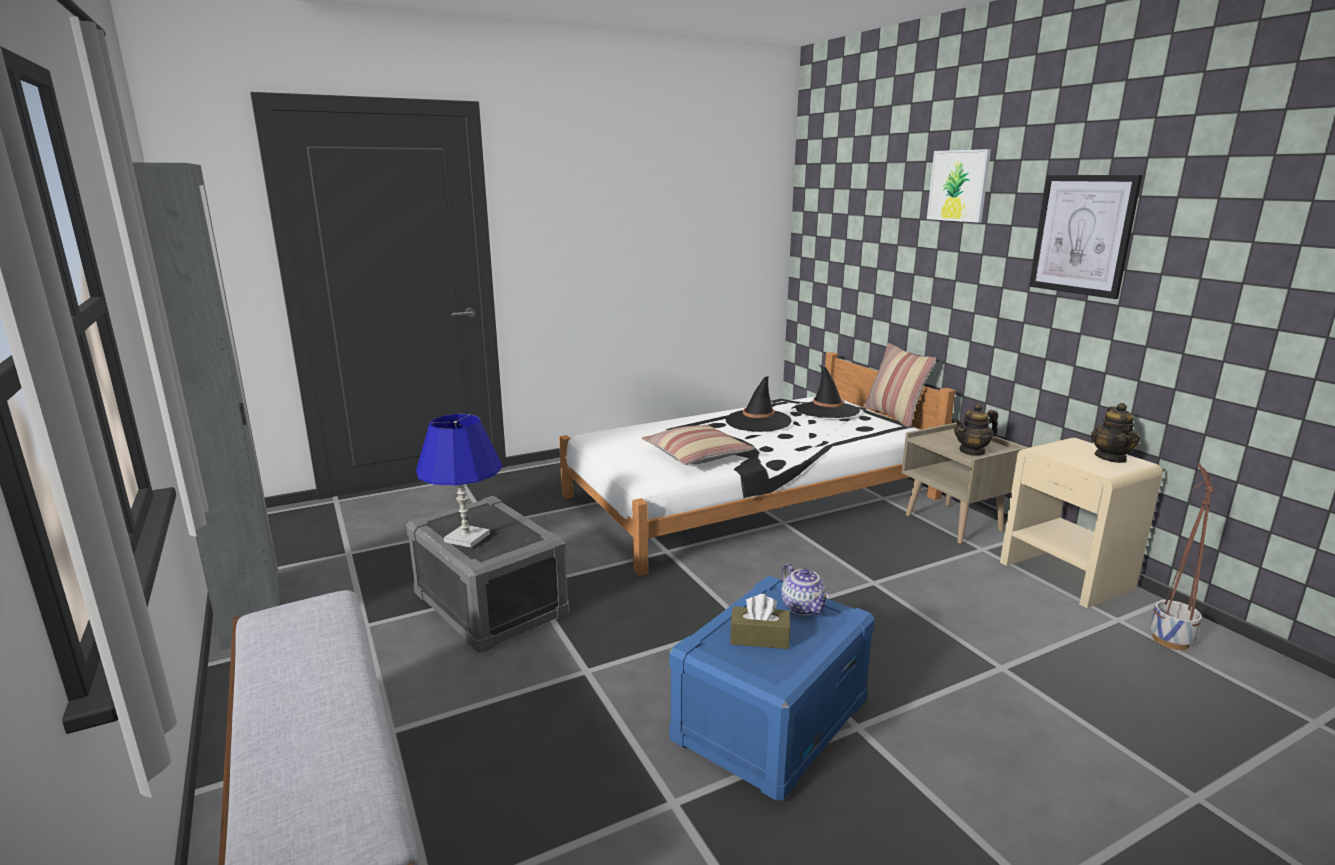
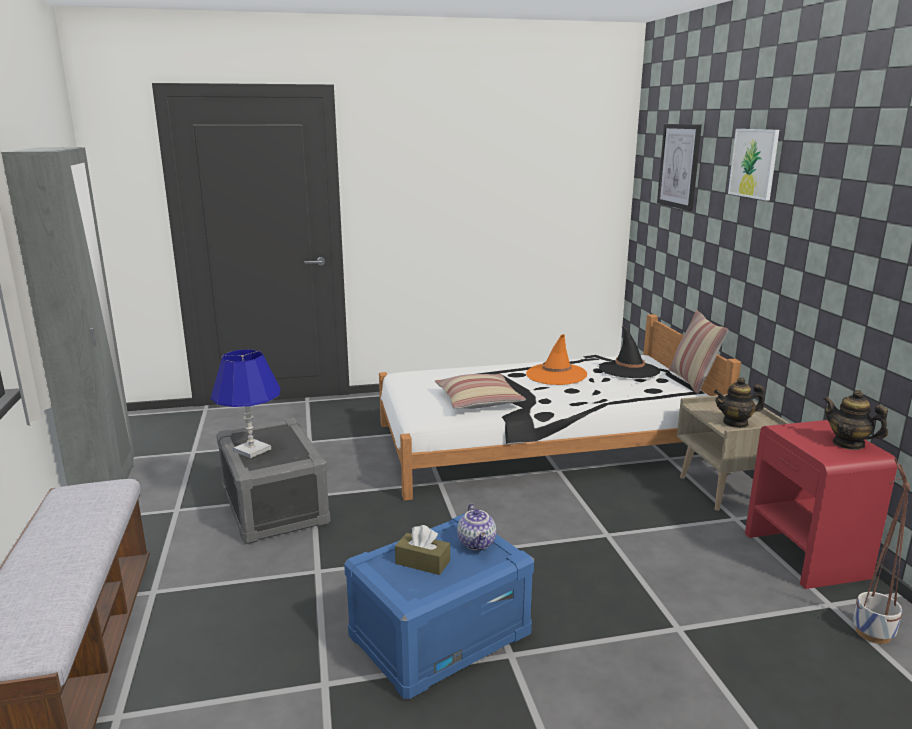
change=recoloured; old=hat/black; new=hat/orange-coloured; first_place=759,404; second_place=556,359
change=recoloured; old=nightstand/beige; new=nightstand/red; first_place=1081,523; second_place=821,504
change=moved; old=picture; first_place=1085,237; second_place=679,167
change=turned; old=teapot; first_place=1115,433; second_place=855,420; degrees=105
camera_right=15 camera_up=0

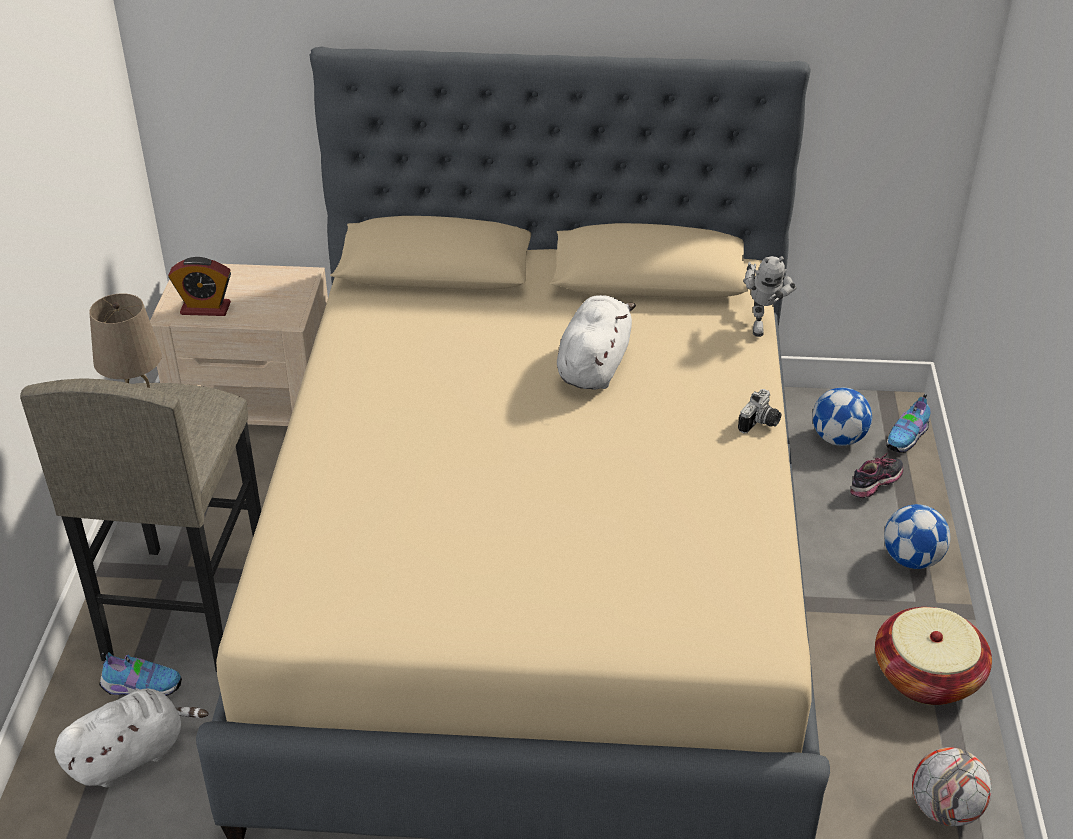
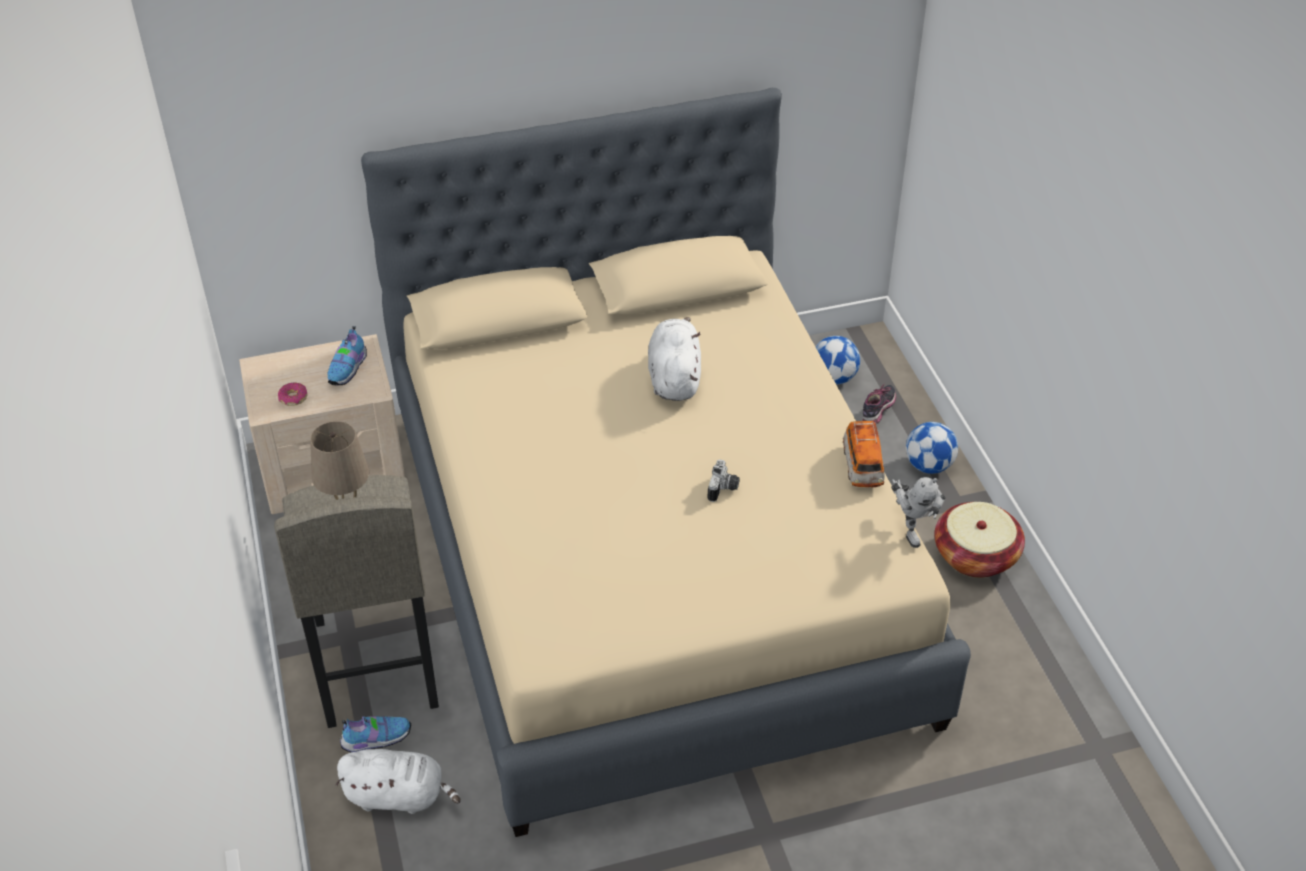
change=turned; old=cuddly toy/white-coloured; first_place=131,737; second_place=398,781; degrees=60
change=replaced; old=alarm clock; new=donut; first_place=199,286; second_place=293,394
change=moved; old=still camera; first_place=759,411; second_place=724,480
change=moved; old=robot figure; first_place=769,296; second_place=918,512
change=moved; old=shoe; first_place=908,423; second_place=347,355
change=removed; old=football ball; first_place=952,786
change=added; new=model car; second_place=865,454
camera_right=-20 camera_up=5

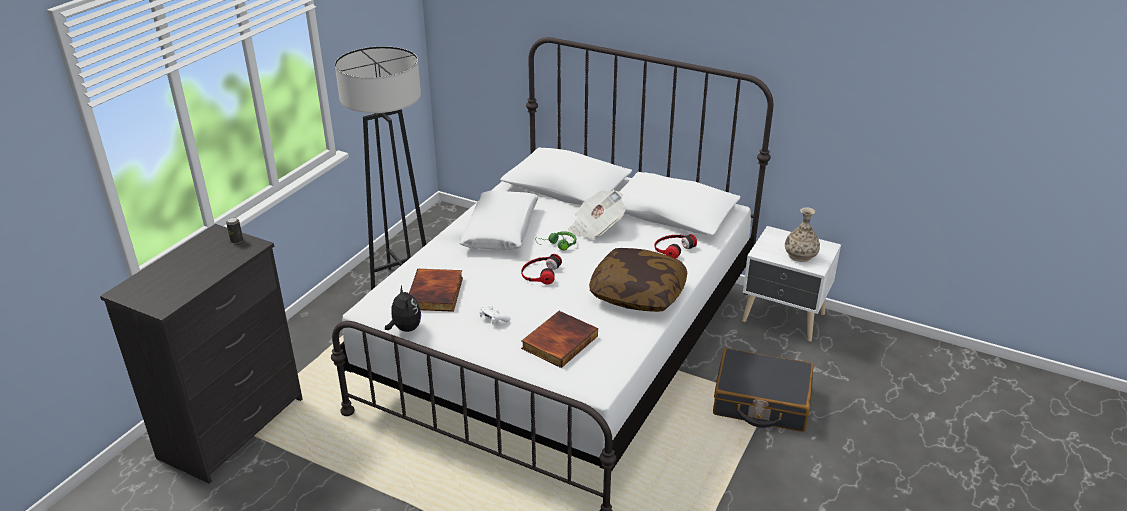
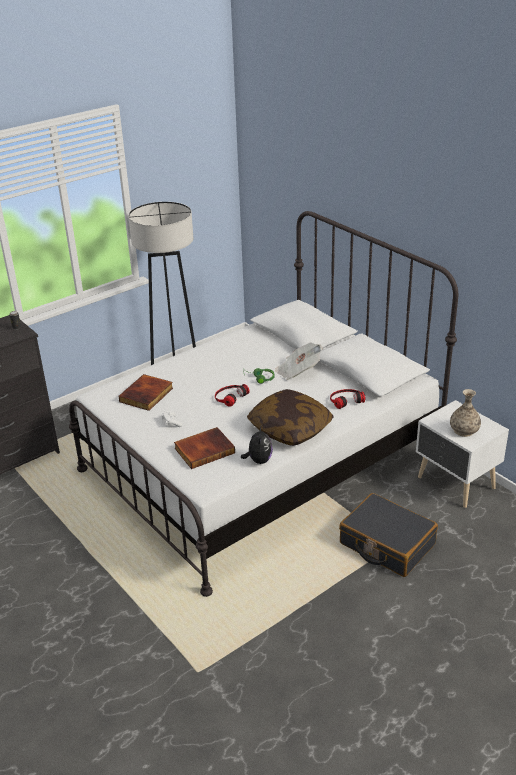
change=moved; old=cuddly toy; first_place=403,308; second_place=257,445
change=removed; old=throw pillow/white-coloured; first_place=499,220
camera_right=25 camera_up=0

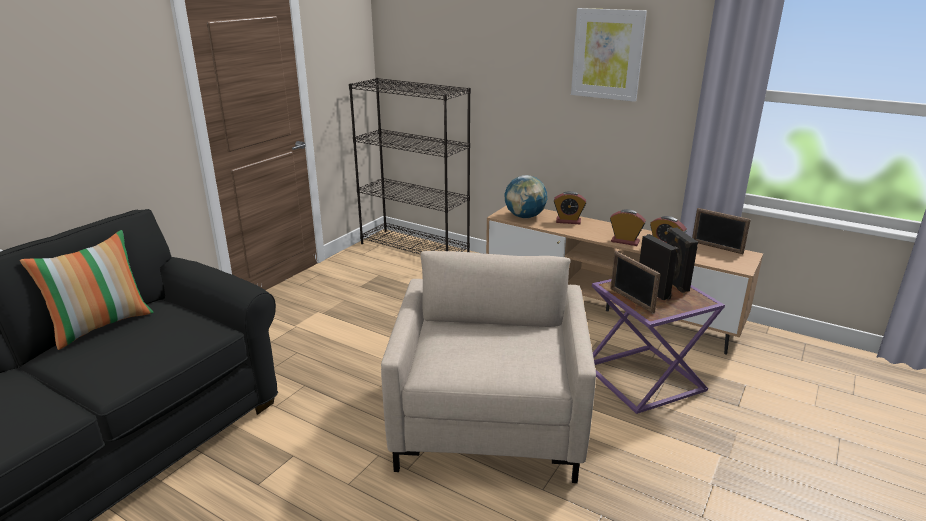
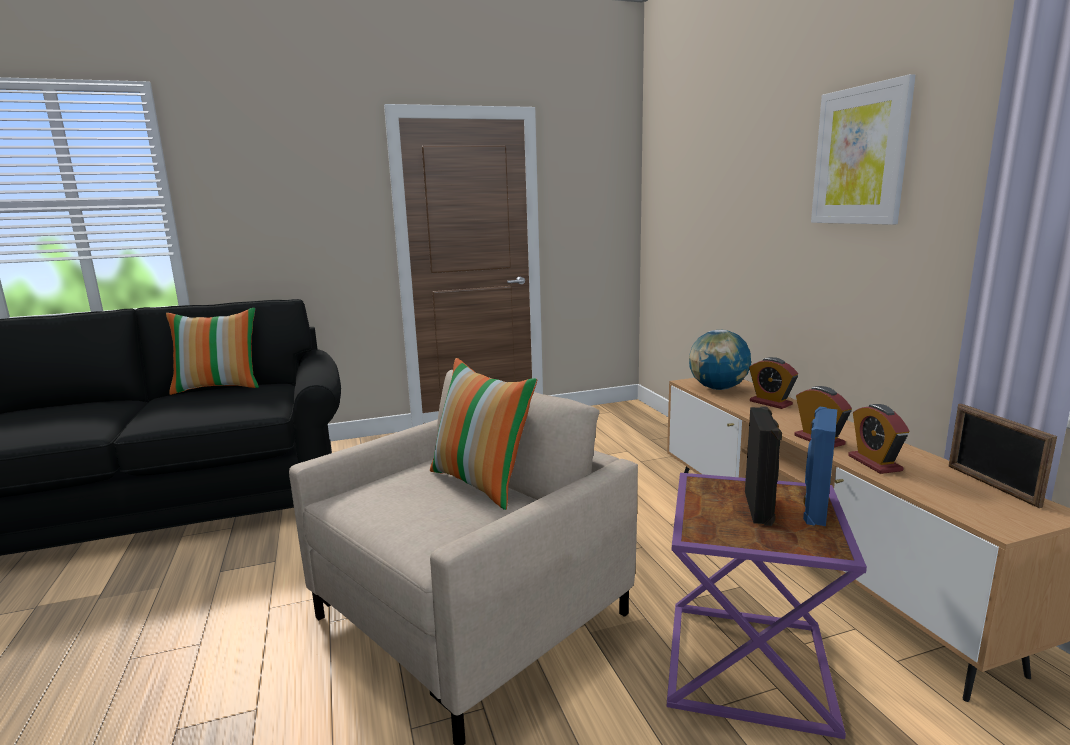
change=removed; old=bookshelf/black; first_place=410,166
change=removed; old=picture frame; first_place=635,282
change=recoloured; old=speaker/black; new=speaker/blue-coloured; first_place=682,260; second_place=820,466
change=added; new=throw pillow; second_place=483,434
camera_right=40 camera_up=-10

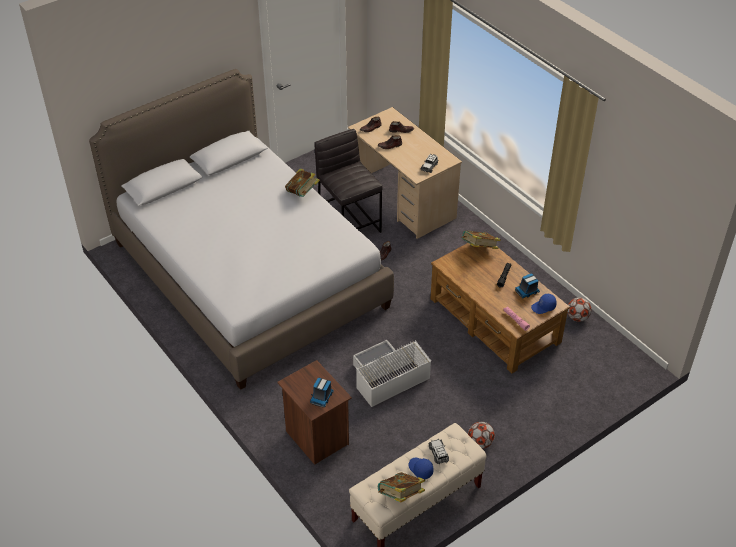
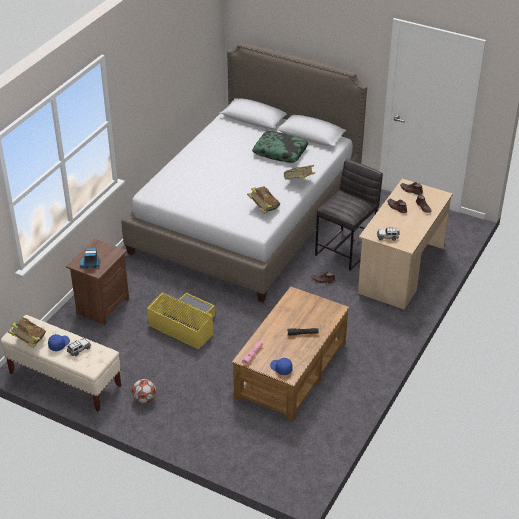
change=recoloured; old=storage box/white-coloured; new=storage box/yellow; first_place=392,373; second_place=181,320
change=moved; old=bound book; first_place=481,239; second_place=263,200
change=removed; old=toy lorry; first_place=527,285
change=removed; old=football ball; first_place=579,310
change=added; new=throw pillow; second_place=280,147
camera_right=65 camera_up=-5

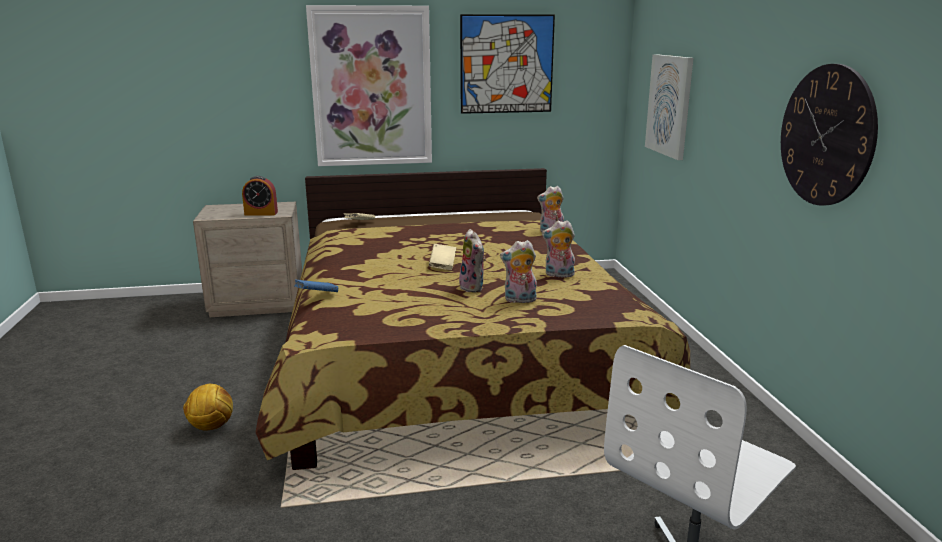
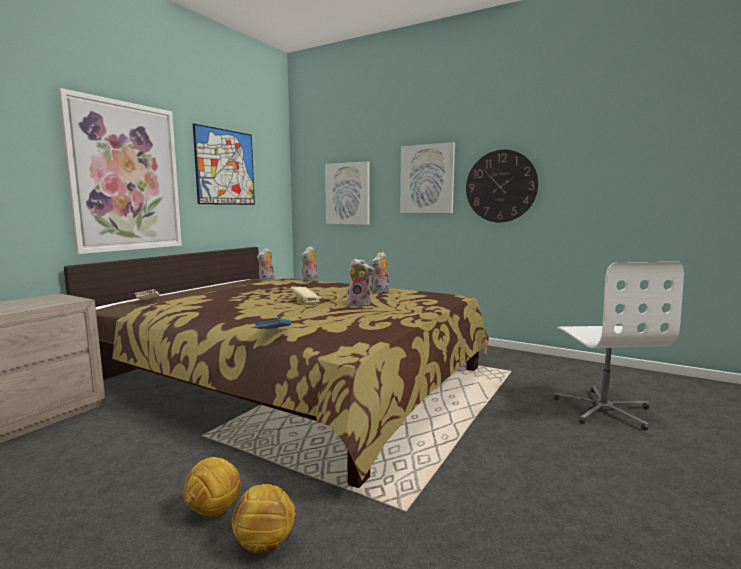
change=removed; old=alarm clock; first_place=260,196
change=moved; old=cuddly toy; first_place=518,271; second_place=266,265
change=added; new=football ball; second_place=264,518
change=added; new=picture; second_place=427,177
camera_right=-50 camera_up=-10

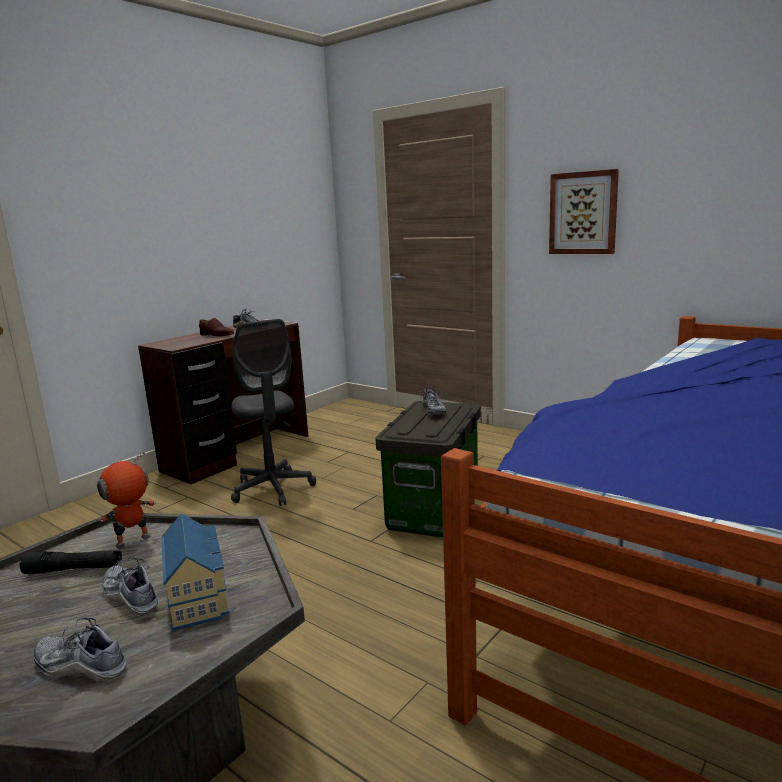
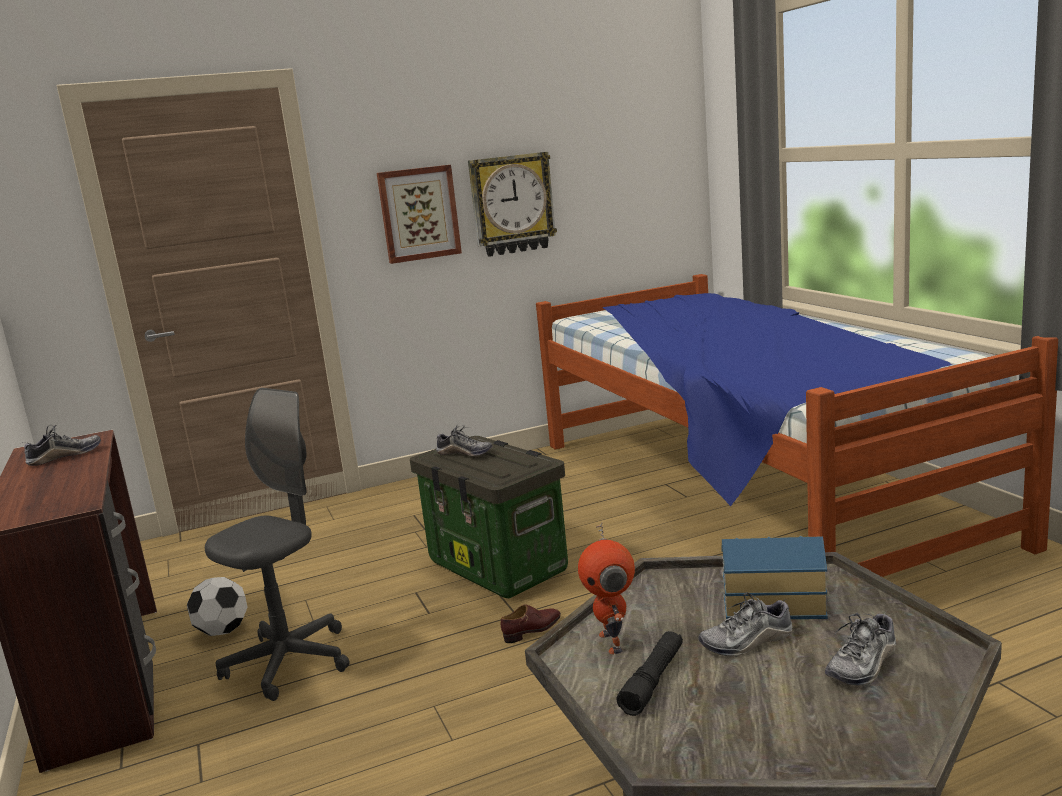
change=moved; old=shoe/brown; first_place=216,327; second_place=531,623
change=turned; old=desk chair/greyish; first_place=273,412; second_place=277,544; degrees=-60
change=added; new=football ball; second_place=217,606
change=added; new=hanging clock; second_place=512,204
camera_right=-60 camera_up=0

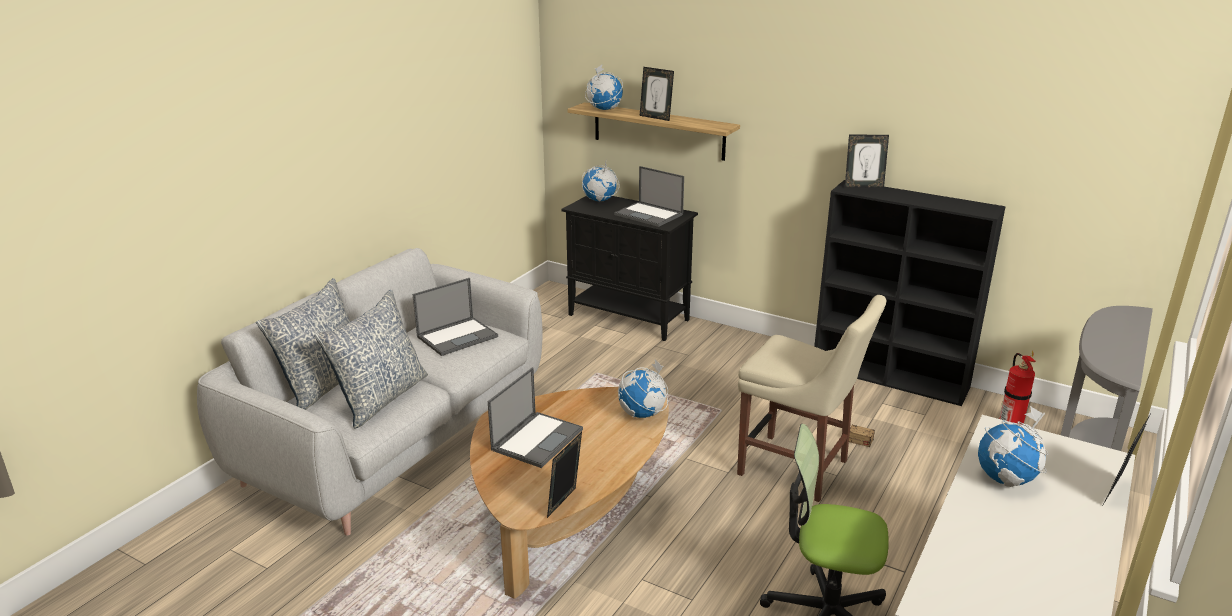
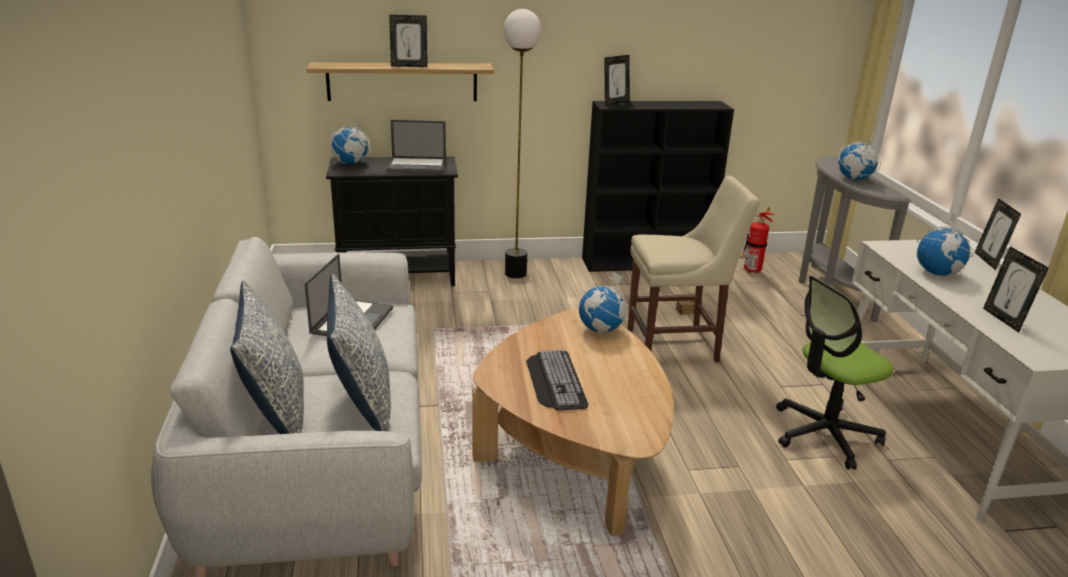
change=replaced; old=notebook computer; new=PC keyboard; first_place=535,417; second_place=557,380
change=moved; old=picture frame; first_place=564,475; second_place=1016,289
change=moved; old=globe; first_place=604,87; second_place=859,158
change=added; new=standard lamp; second_place=522,143
camera_right=-40 camera_up=0

